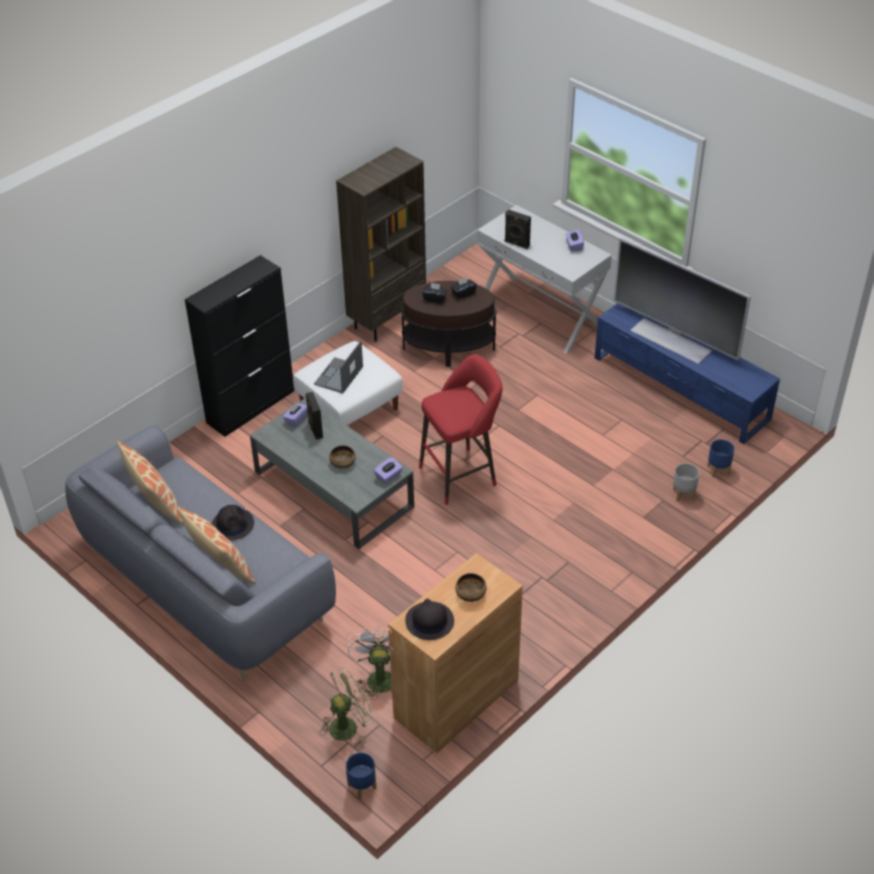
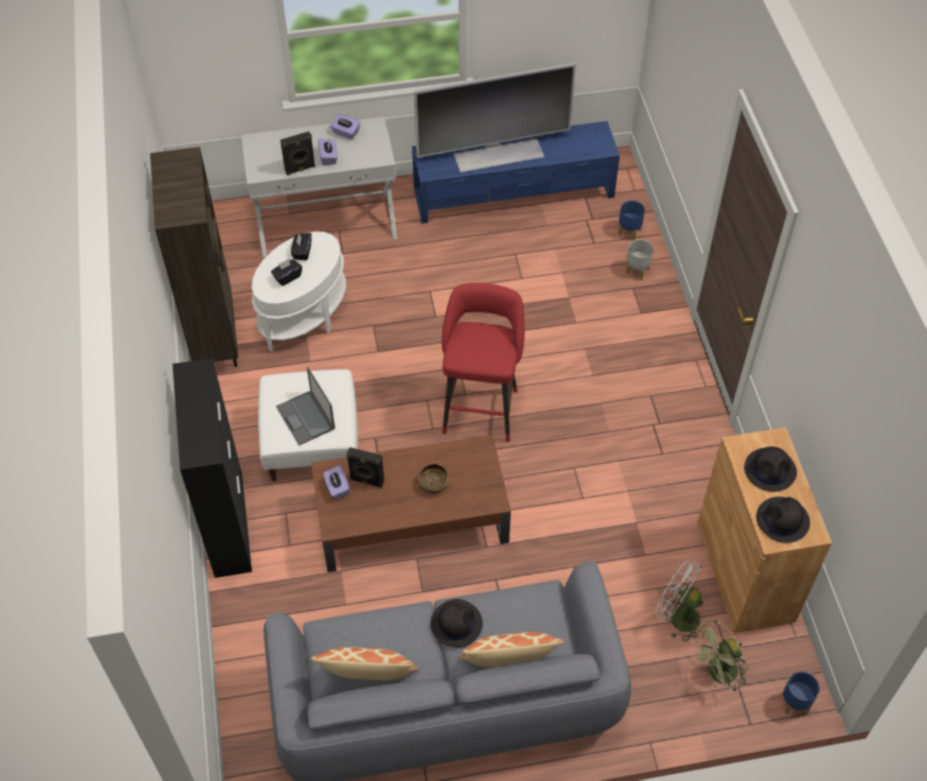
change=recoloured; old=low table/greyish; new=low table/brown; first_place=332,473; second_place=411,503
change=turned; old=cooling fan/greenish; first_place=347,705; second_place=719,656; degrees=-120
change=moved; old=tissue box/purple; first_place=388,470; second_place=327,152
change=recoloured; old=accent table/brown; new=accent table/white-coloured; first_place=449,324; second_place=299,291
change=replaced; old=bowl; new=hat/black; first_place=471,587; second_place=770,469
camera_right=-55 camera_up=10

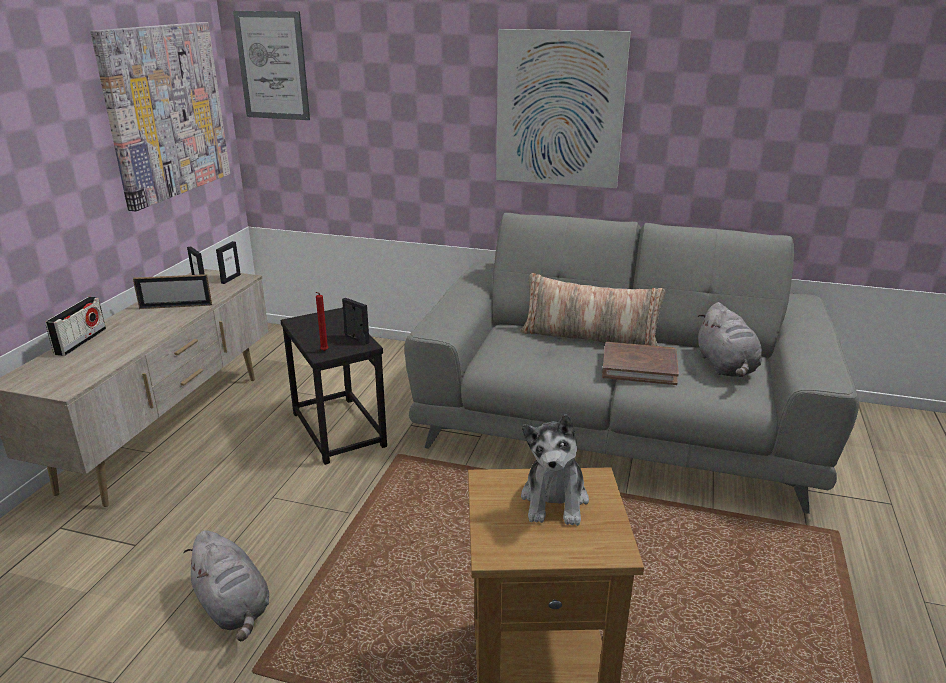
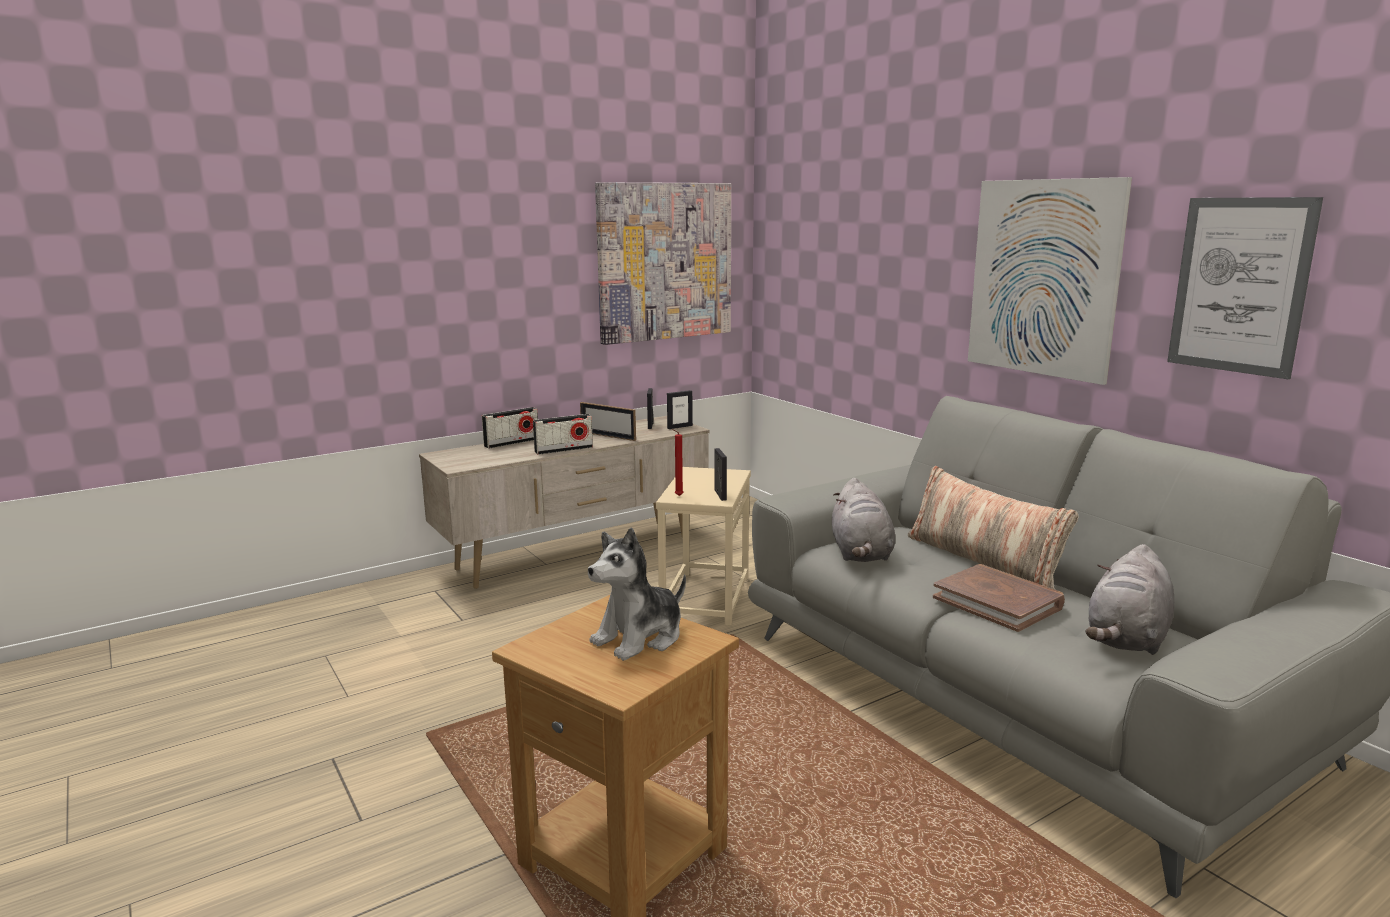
change=moved; old=cuddly toy/greyish; first_place=226,586; second_place=863,520
change=moved; old=picture; first_place=271,65; second_place=1245,288
change=recoloured; old=accent table/black; new=accent table/beige; first_place=334,386; second_place=703,546
change=added; new=radio set; second_place=563,434
camera_right=40 camera_up=-10

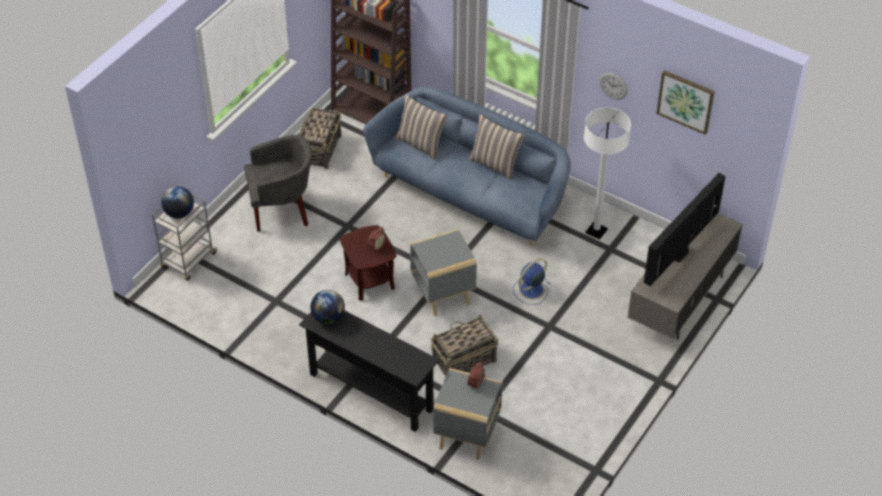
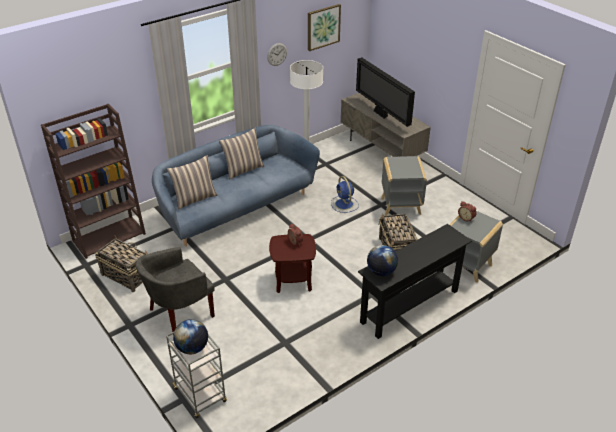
change=turned; old=armchair/greyish; first_place=278,183; second_place=175,289; degrees=-135
change=moved; old=accent table/greyish; first_place=443,272; second_place=404,186
camera_right=-70 camera_up=-10

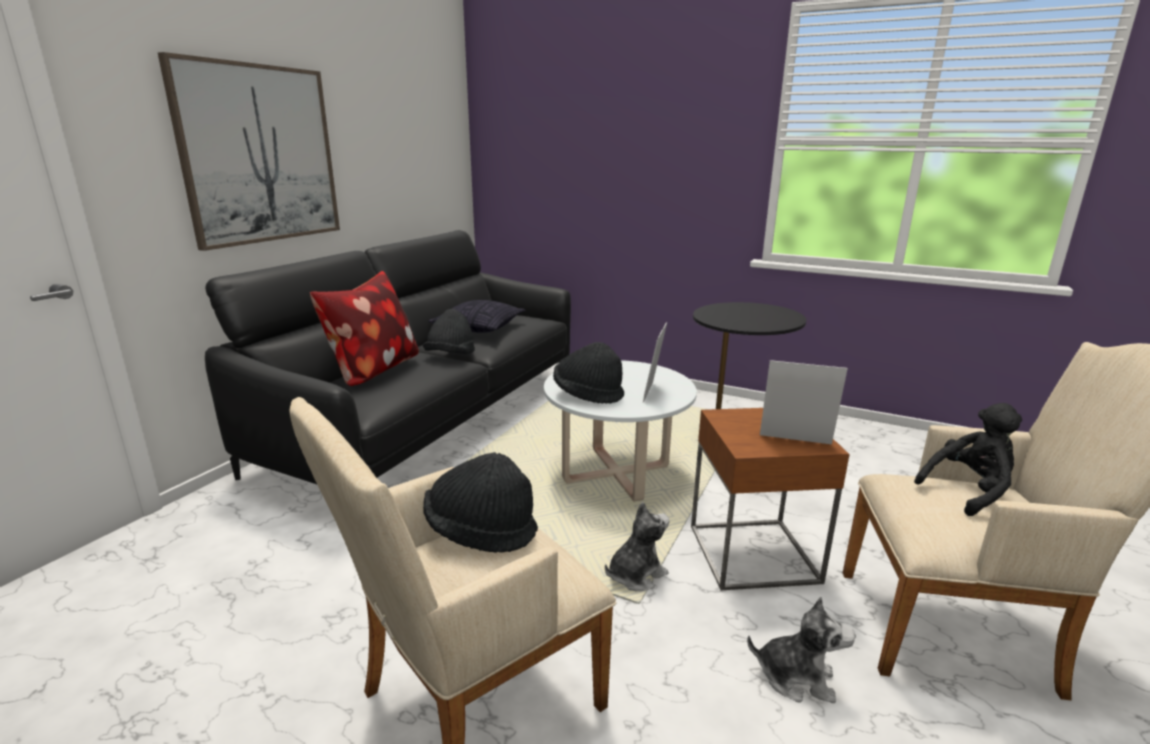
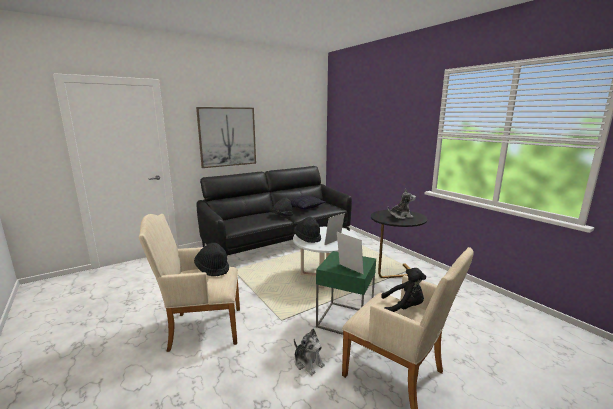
change=removed; old=throw pillow; first_place=364,328
change=moved; old=cuddly toy; first_place=637,546; second_place=402,203
change=recoloured; old=accent table/brown; new=accent table/greenish; first_place=770,499; second_place=346,293
camera_right=30 camera_up=-5

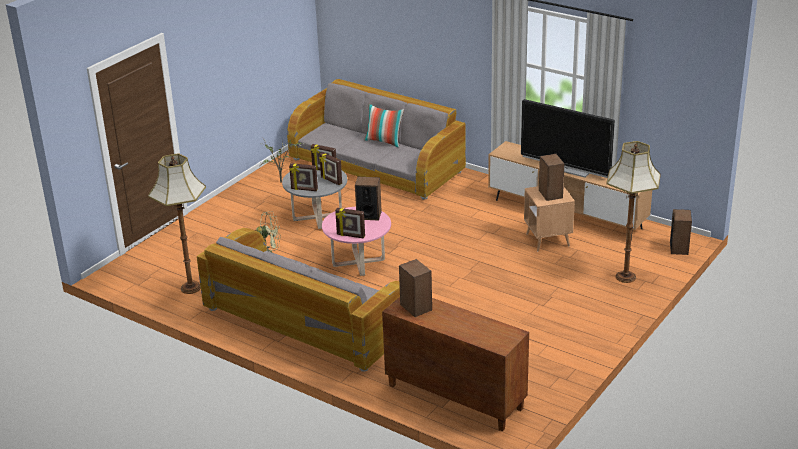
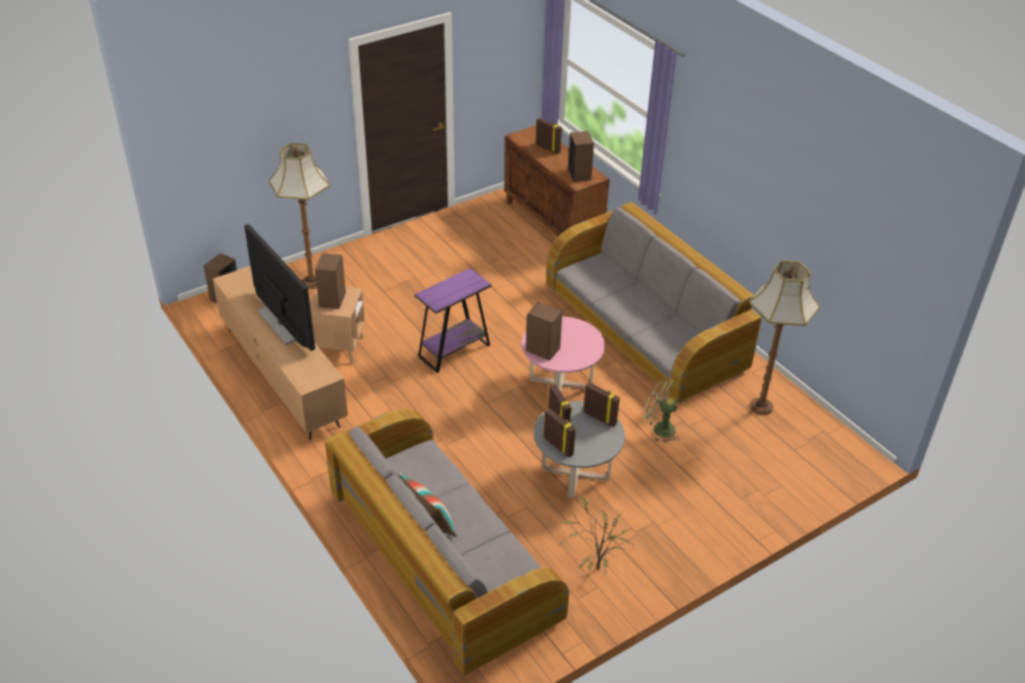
change=moved; old=picture frame; first_place=350,223; second_place=549,136
change=added; new=accent table/purple; second_place=453,320
camera_right=-160 camera_up=10

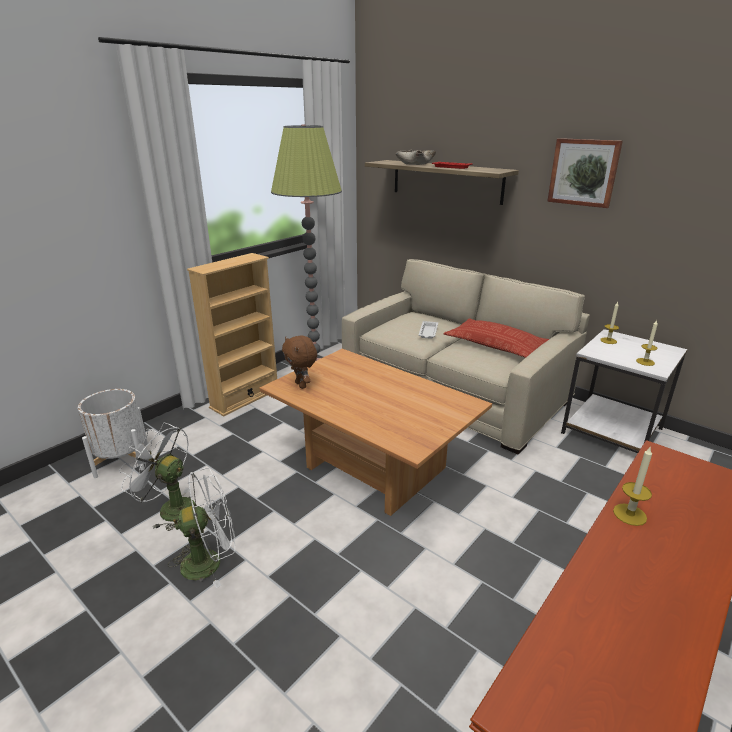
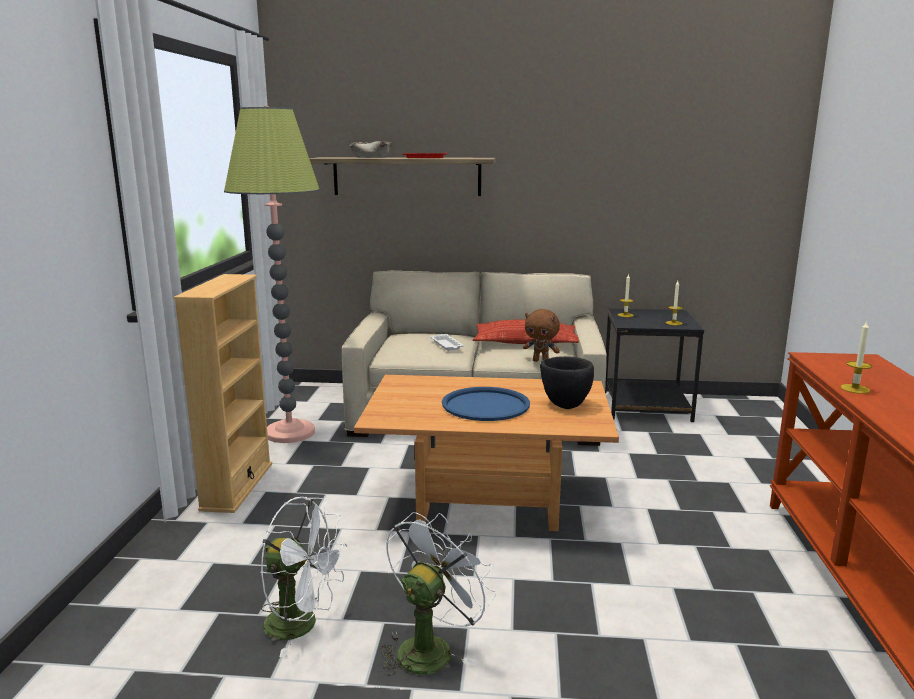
change=removed; old=planter/white-coloured; first_place=113,433
change=turned; old=cooling fan/white-coloured; first_place=157,477; second_place=304,577; degrees=-150
change=moved; old=cuddly toy/brown; first_place=299,362; second_place=541,335
change=removed; old=picture; first_place=585,173
change=recoloured; old=accent table/white-coloured; new=accent table/black; first_place=624,391; second_place=654,365
change=added; new=tray/blue-coloured; second_place=486,404
change=added; new=bowl/black; second_place=567,382
camera_right=-35 camera_up=-10

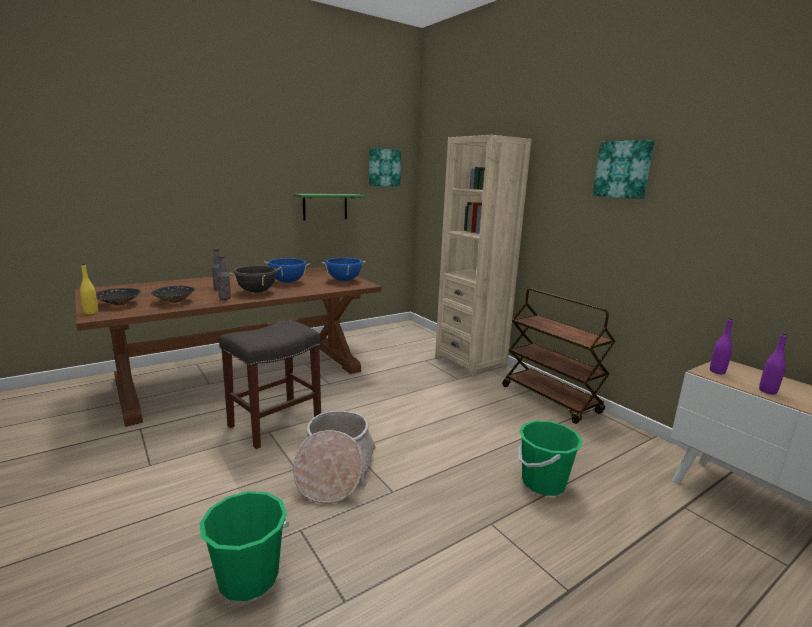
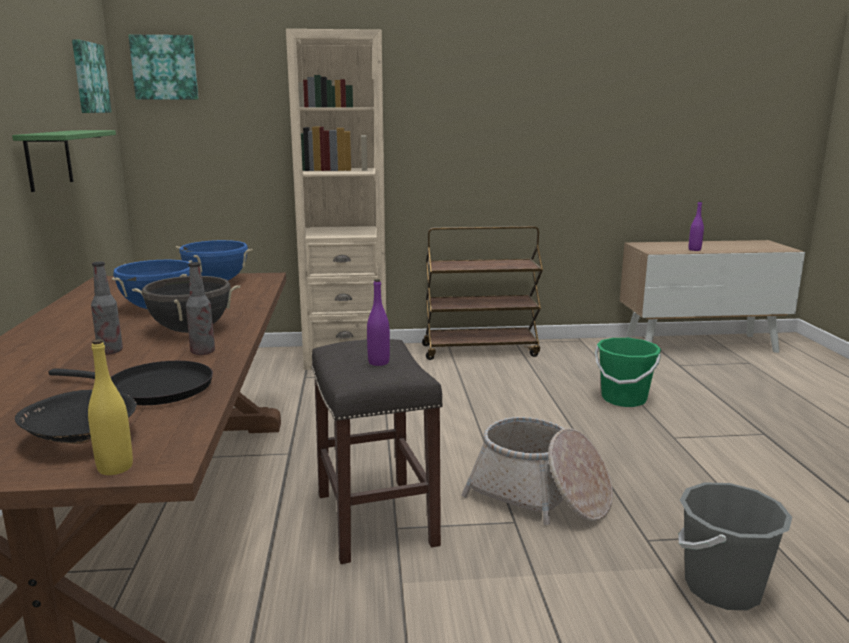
change=replaced; old=bowl/black; new=pan/black; first_place=173,294; second_place=131,383
change=recoloured; old=bucket/greenish; new=bucket/greyish; first_place=244,546; second_place=735,546
change=moved; old=picture; first_place=623,169; second_place=164,67
change=moved; old=drink bottle/purple; first_place=721,346; second_place=378,322
camera_right=-60 camera_up=0

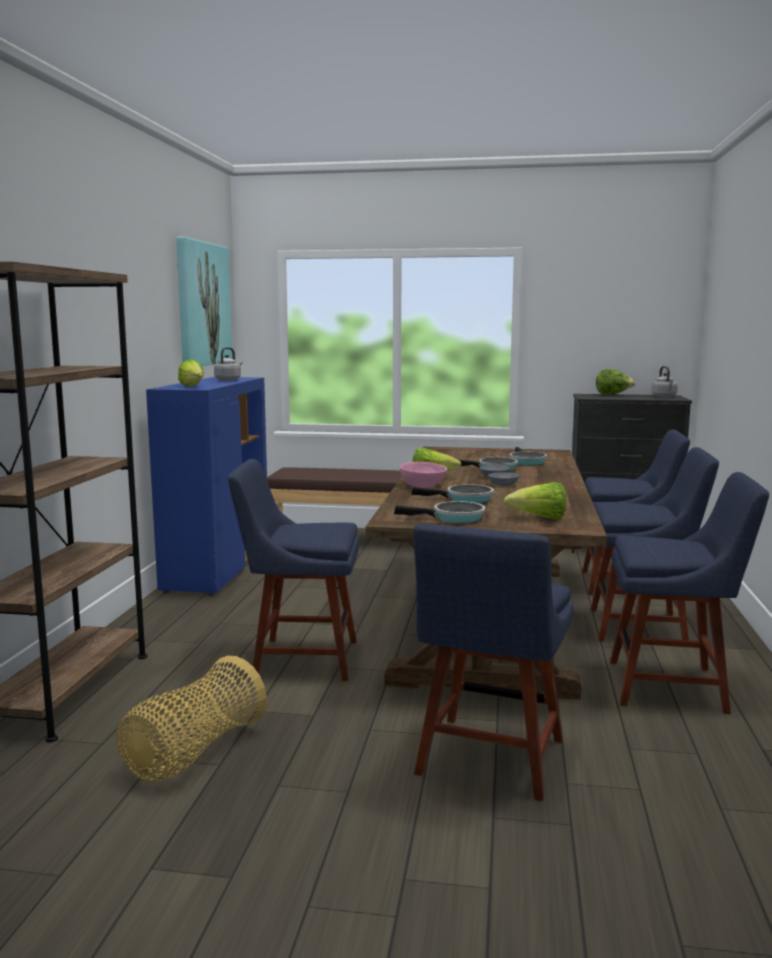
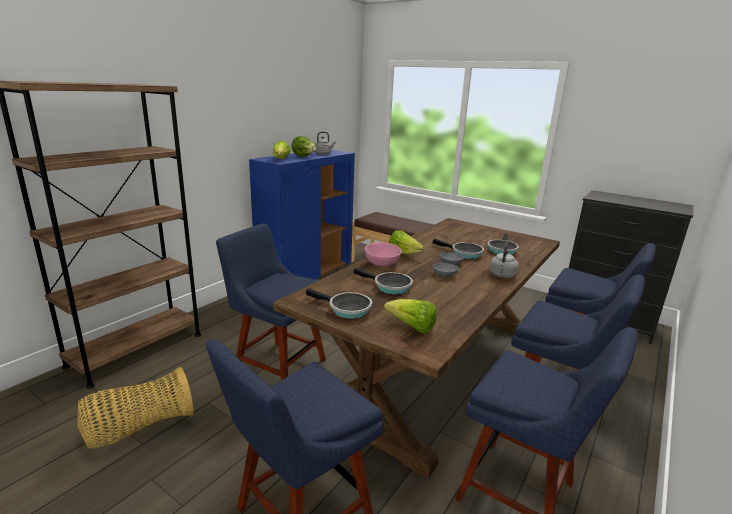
change=removed; old=picture; first_place=204,301
change=moved; old=head of lettuce; first_place=616,382; second_place=304,146
change=moved; old=water kettle/greyish; first_place=665,381; second_place=504,260
camera_right=25 camera_up=10

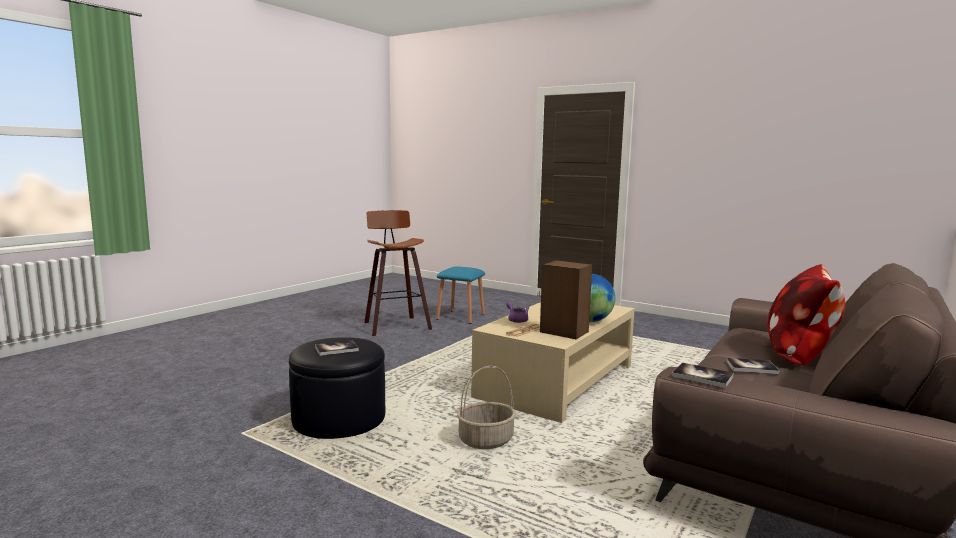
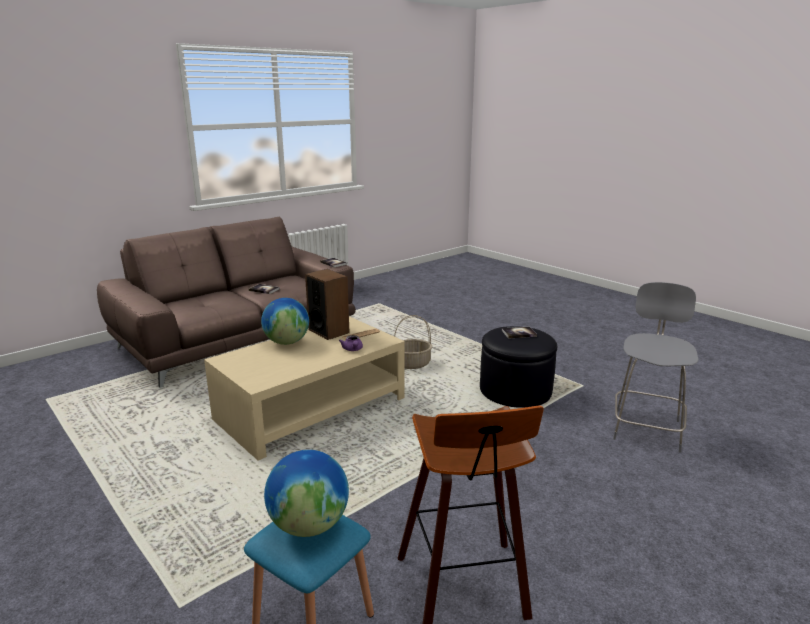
change=removed; old=throw pillow; first_place=806,314
change=added; new=globe; second_place=306,493
change=added; new=sitting stool/greyish; second_place=656,367
camera_right=-165 camera_up=10

